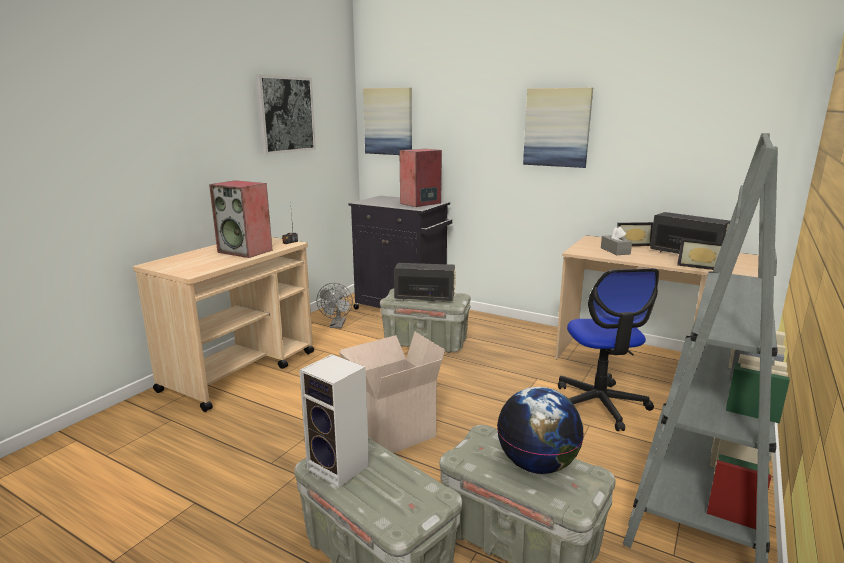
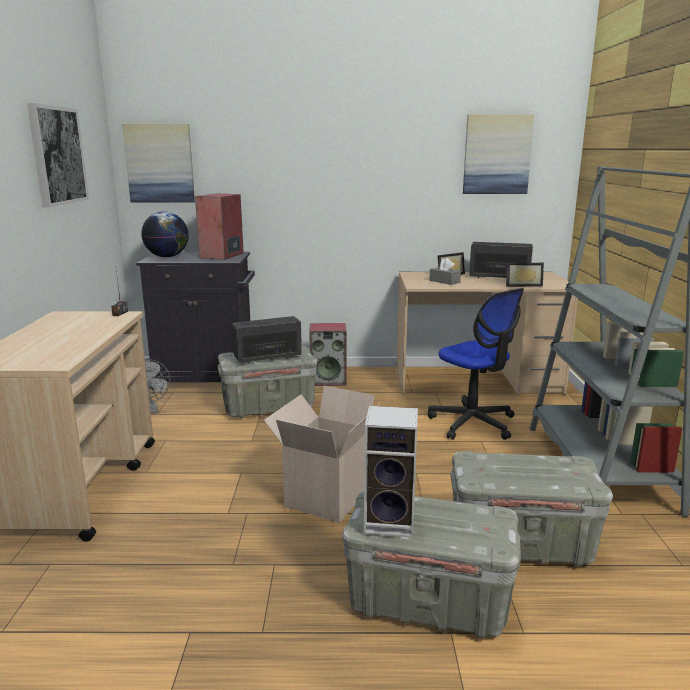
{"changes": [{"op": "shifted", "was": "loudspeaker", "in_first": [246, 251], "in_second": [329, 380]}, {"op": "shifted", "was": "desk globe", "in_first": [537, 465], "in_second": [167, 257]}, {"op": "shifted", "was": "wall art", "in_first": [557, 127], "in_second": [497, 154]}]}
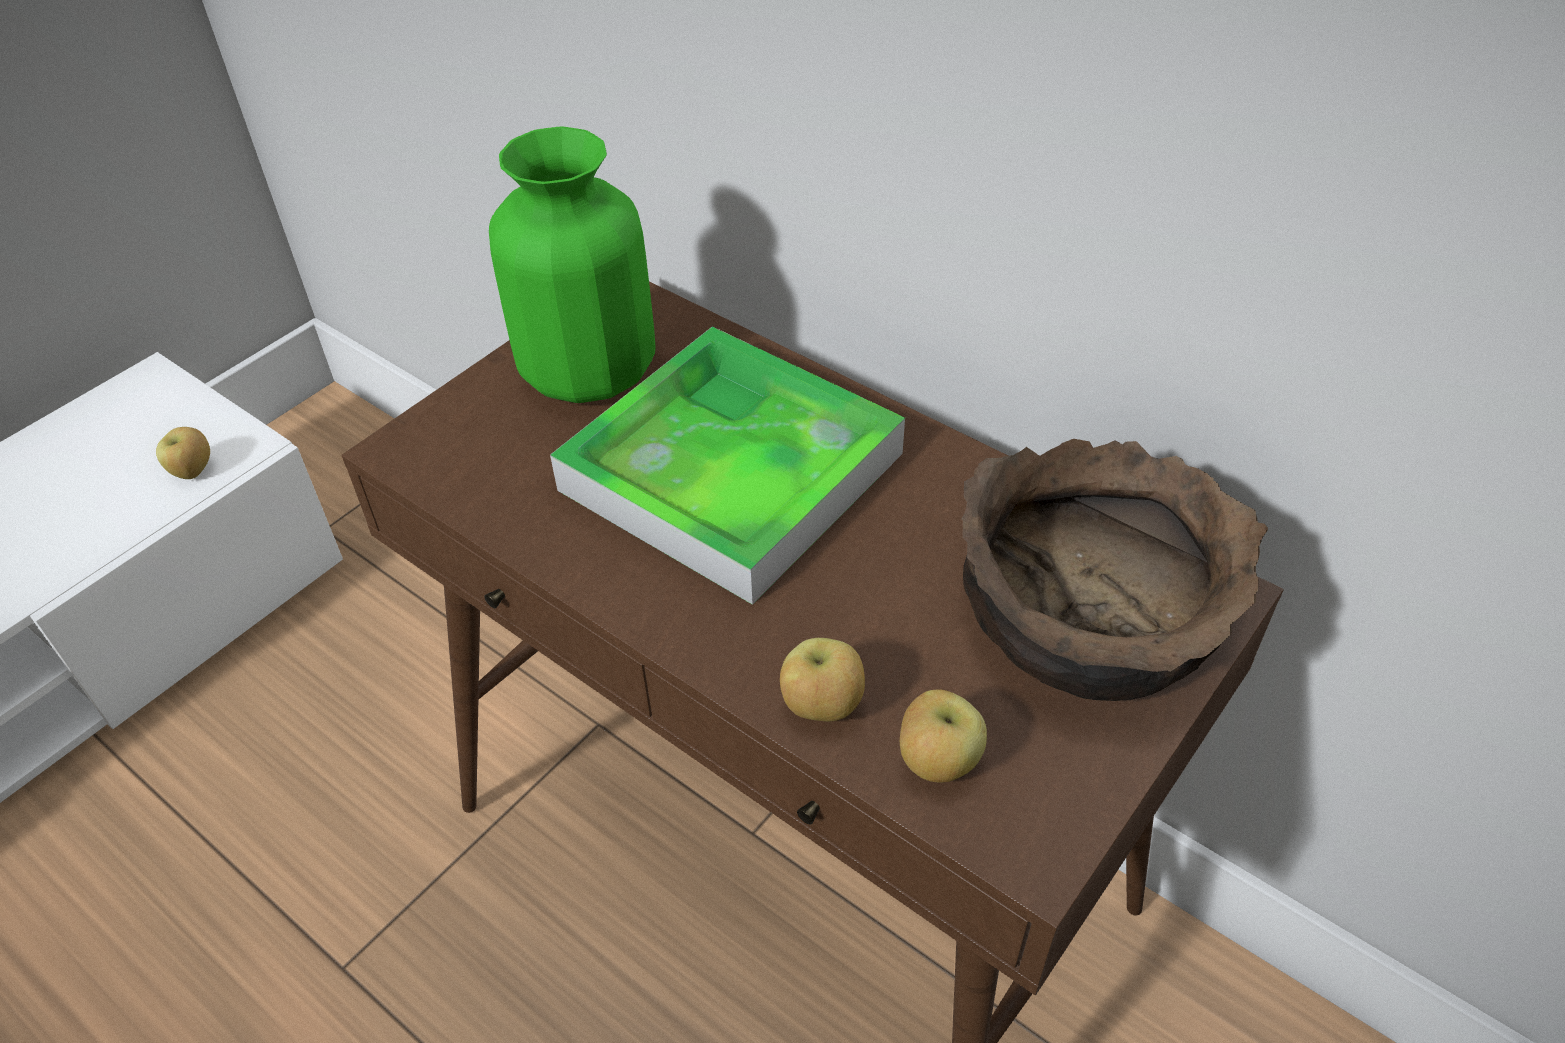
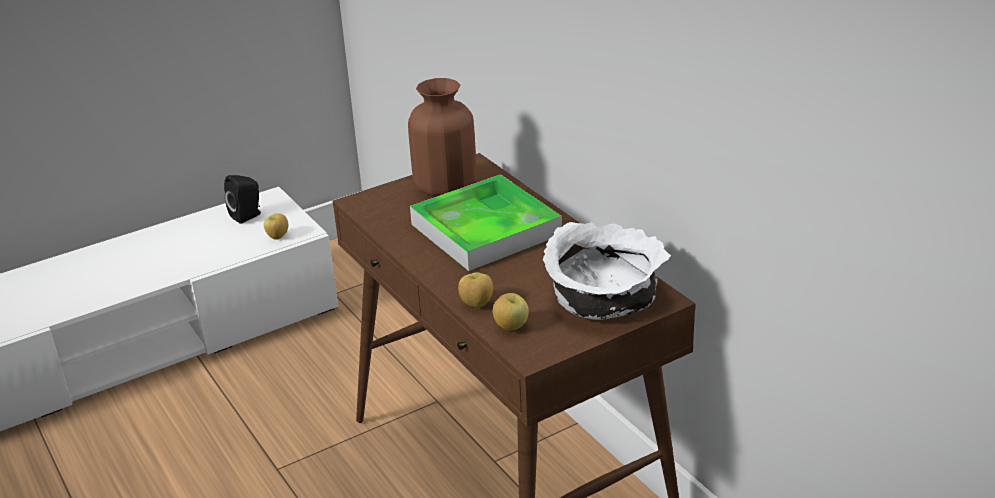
{"changes": [{"op": "repainted", "was": "flower vase/green-coloured", "now": "flower vase/brown-coloured", "in_first": [588, 371], "in_second": [445, 187]}, {"op": "repainted", "was": "deep dish/brown-coloured", "now": "deep dish/whitish", "in_first": [1091, 618], "in_second": [604, 298]}, {"op": "new", "now": "loudspeaker/black", "in_second": [248, 216]}]}
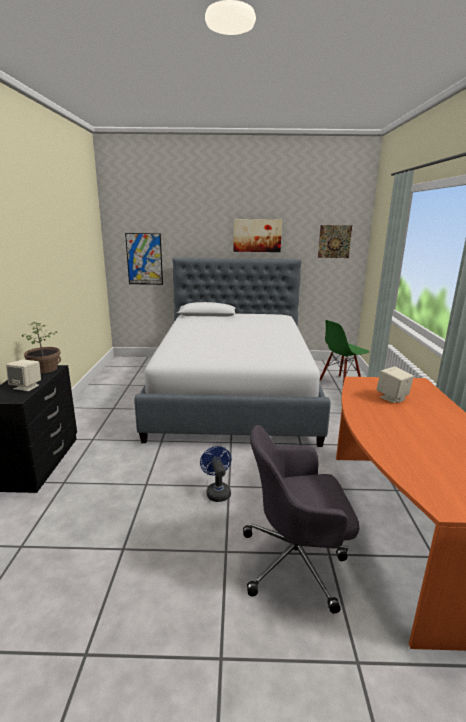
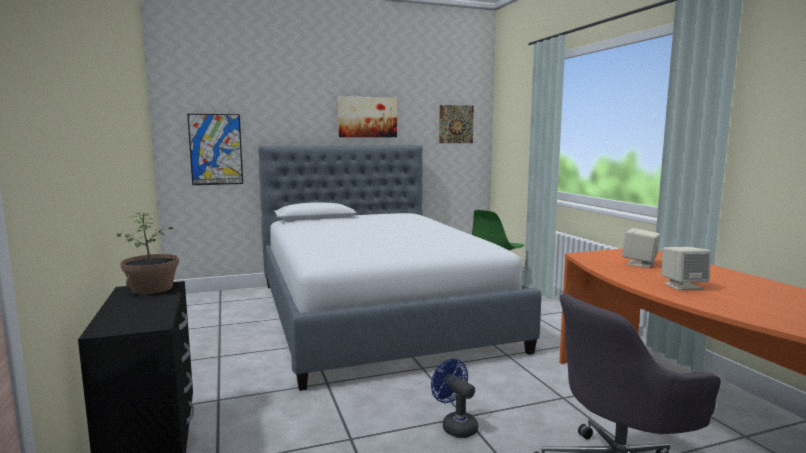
{"changes": [{"op": "shifted", "was": "loudspeaker/sand-coloured", "in_first": [27, 387], "in_second": [683, 286]}]}
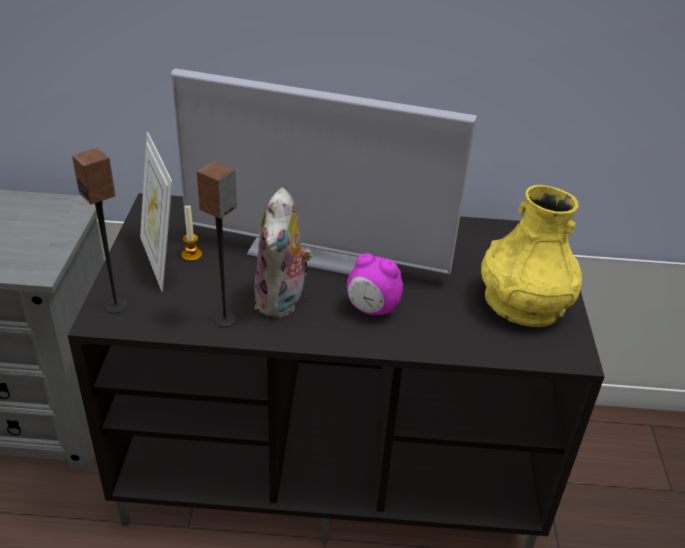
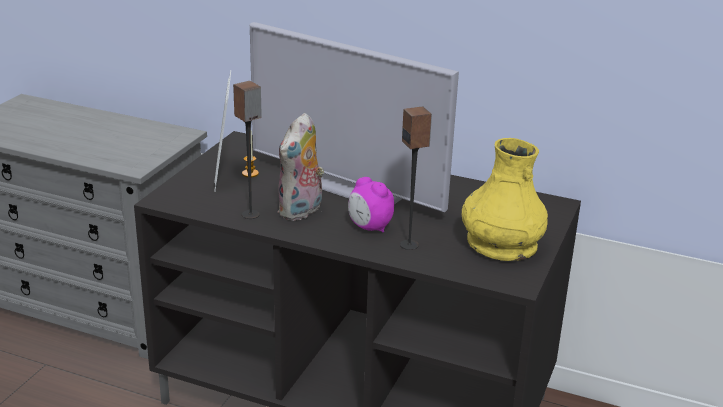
{"changes": [{"op": "shifted", "was": "loudspeaker", "in_first": [116, 306], "in_second": [409, 245]}]}
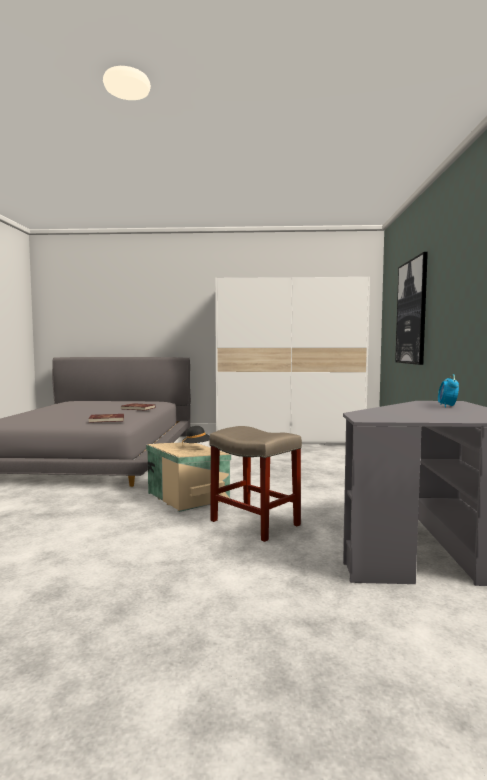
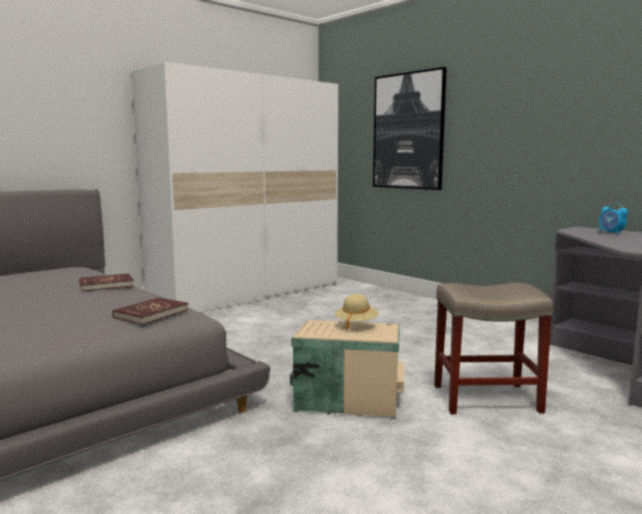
{"changes": [{"op": "repainted", "was": "hat/black", "now": "hat/sand-coloured", "in_first": [197, 446], "in_second": [356, 324]}]}
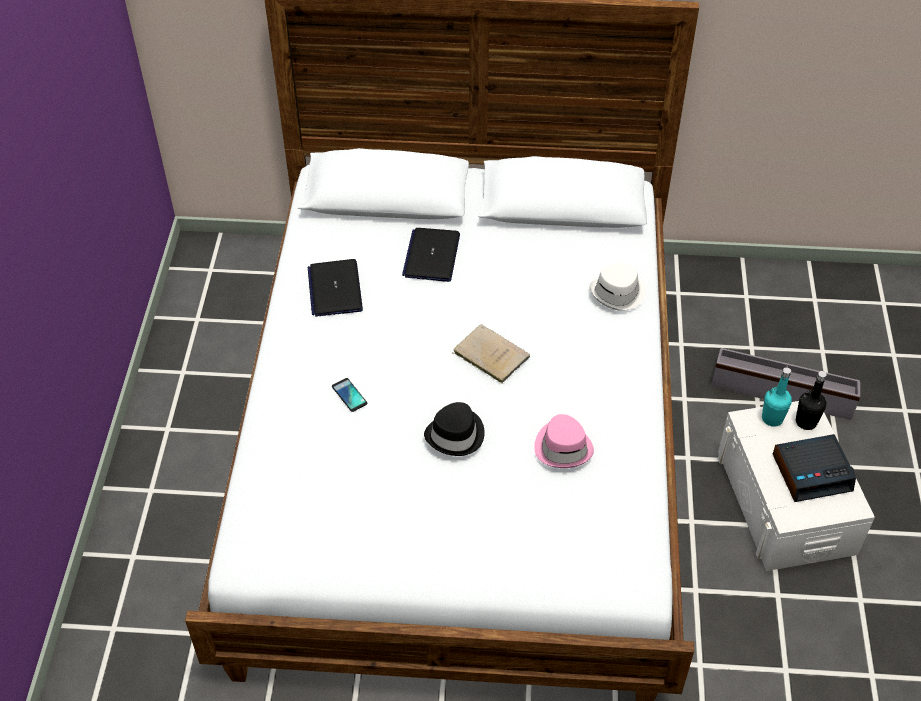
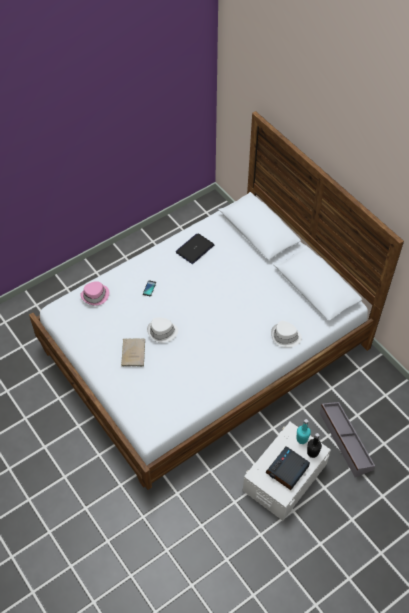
{"changes": [{"op": "gone", "was": "notebook computer", "in_first": [431, 255]}, {"op": "repainted", "was": "hat/black", "now": "hat/whitish", "in_first": [456, 435], "in_second": [162, 332]}, {"op": "shifted", "was": "volume/sand-coloured", "in_first": [489, 354], "in_second": [133, 352]}, {"op": "shifted", "was": "hat/pink", "in_first": [563, 447], "in_second": [95, 296]}, {"op": "rotated", "was": "table clock", "in_first": [812, 472], "in_second": [287, 470], "clockwise": 90}]}
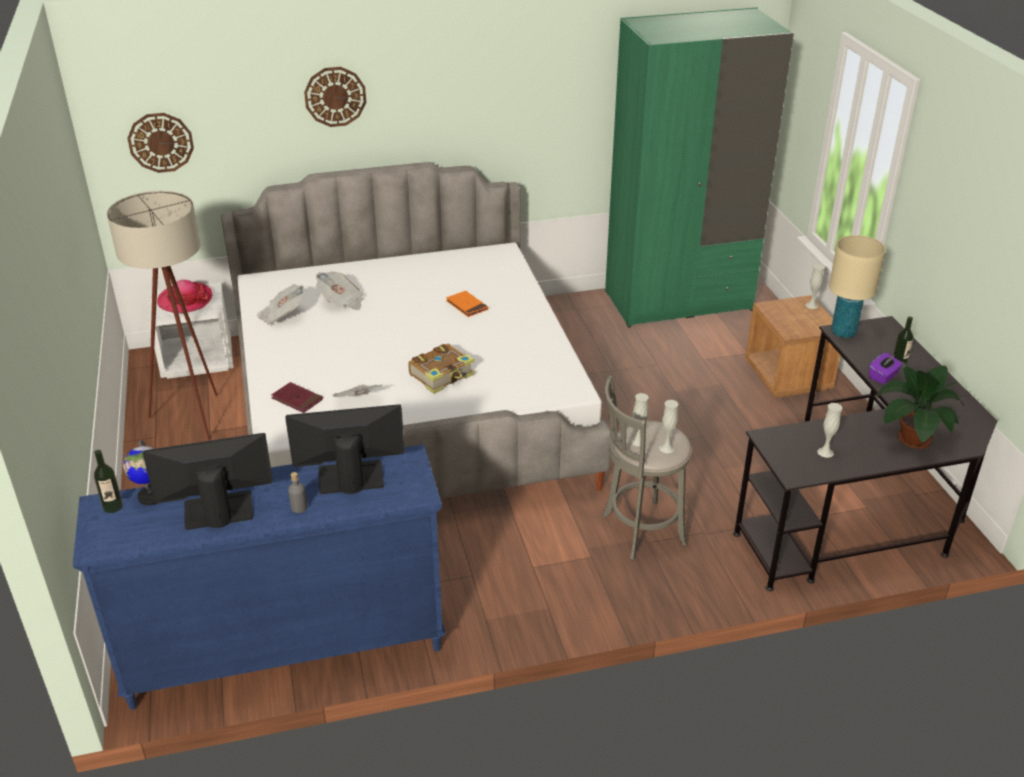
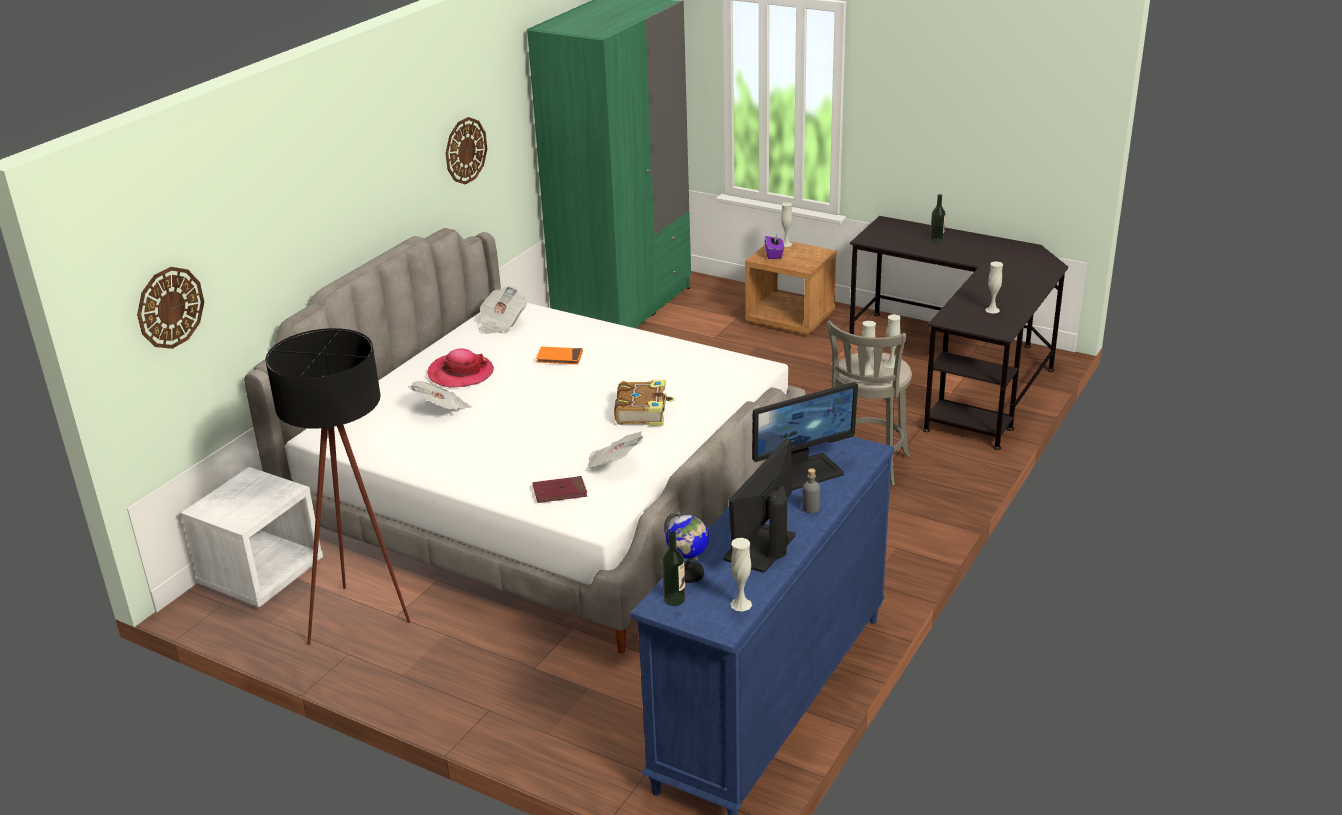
{"changes": [{"op": "repainted", "was": "floor lamp/sand-coloured", "now": "floor lamp/black", "in_first": [194, 422], "in_second": [365, 619]}, {"op": "shifted", "was": "hat", "in_first": [185, 300], "in_second": [460, 373]}, {"op": "shifted", "was": "printed paper", "in_first": [282, 315], "in_second": [501, 324]}, {"op": "rotated", "was": "computer display", "in_first": [350, 478], "in_second": [805, 471], "clockwise": -150}, {"op": "shifted", "was": "wall clock", "in_first": [335, 96], "in_second": [465, 150]}, {"op": "gone", "was": "table lamp/sand-coloured", "in_first": [843, 332]}, {"op": "shifted", "was": "box of tissues/purplish", "in_first": [883, 376], "in_second": [774, 254]}, {"op": "gone", "was": "houseplant", "in_first": [911, 439]}, {"op": "new", "now": "flower vase/whitish", "in_second": [741, 604]}]}
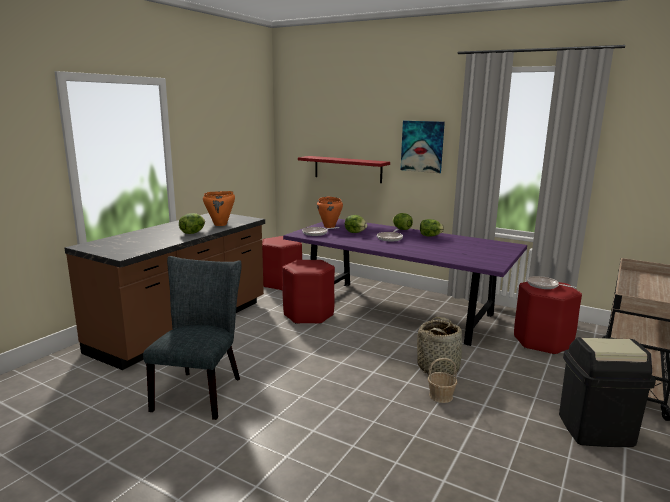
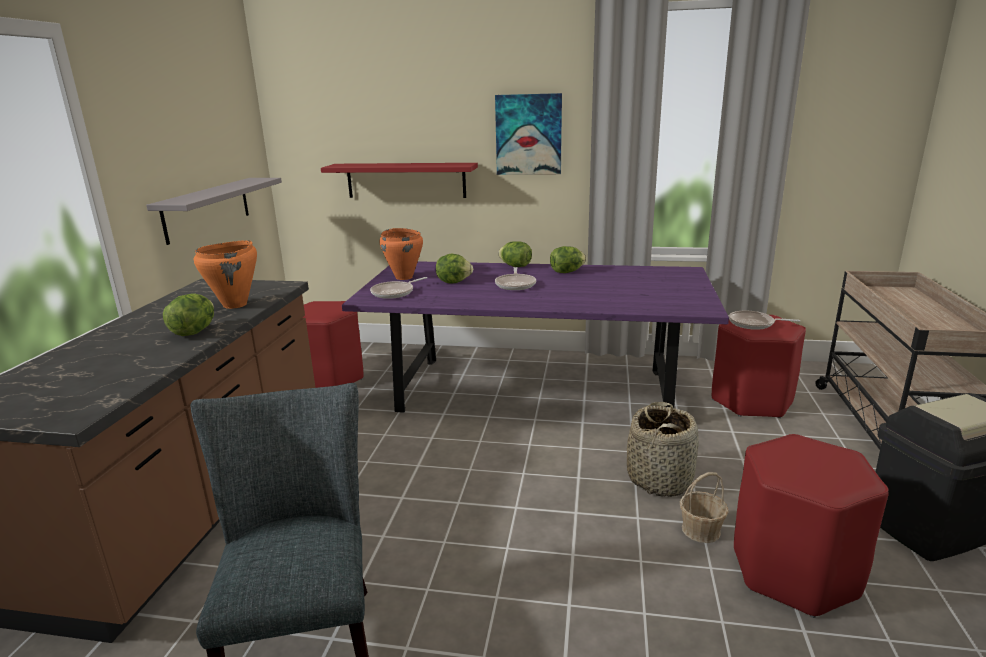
{"changes": [{"op": "shifted", "was": "stool/red", "in_first": [308, 315], "in_second": [793, 572]}, {"op": "new", "now": "wall shelf/grey", "in_second": [207, 209]}]}
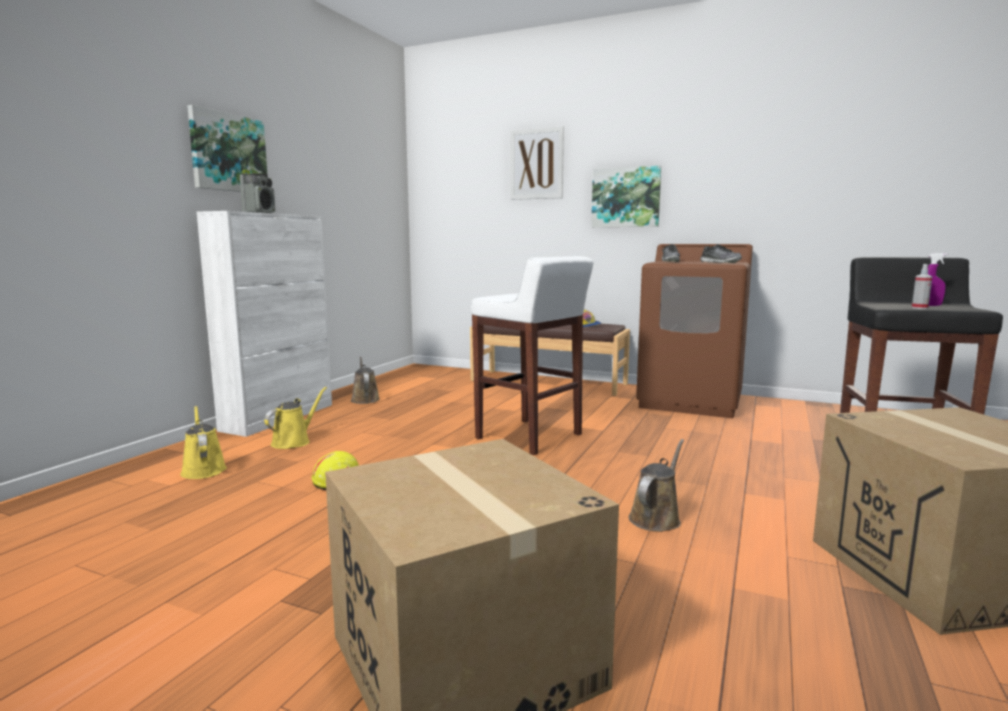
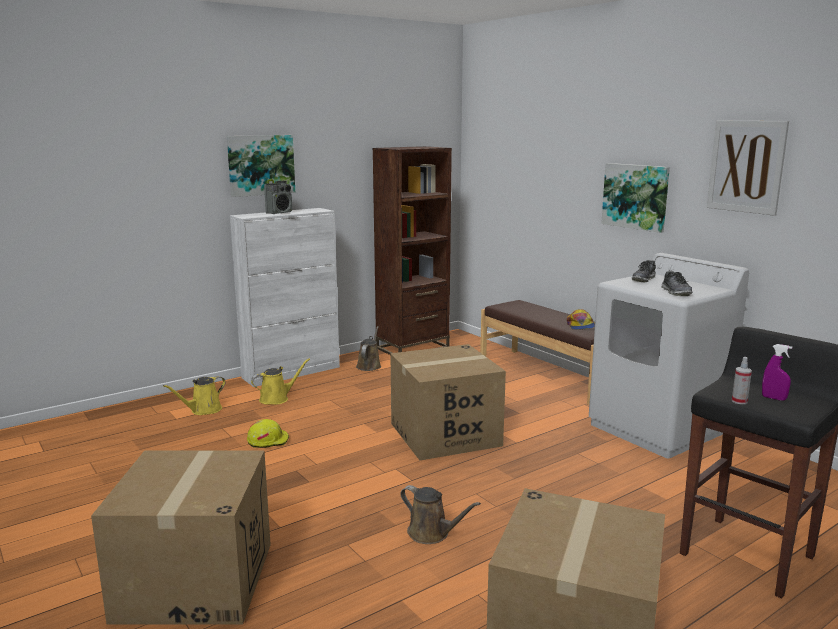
{"changes": [{"op": "rotated", "was": "sprinkling can/yellowish", "in_first": [203, 469], "in_second": [203, 410], "clockwise": -135}, {"op": "swapped", "was": "stool/whitish", "now": "carton", "in_first": [530, 437], "in_second": [445, 434]}, {"op": "shifted", "was": "wall art", "in_first": [536, 164], "in_second": [746, 166]}, {"op": "rotated", "was": "sprinkling can/brown-coloured", "in_first": [656, 518], "in_second": [432, 533], "clockwise": 60}, {"op": "repainted", "was": "laundry appliance/brown-coloured", "now": "laundry appliance/whitish", "in_first": [691, 401], "in_second": [657, 428]}, {"op": "new", "now": "bookcase/brown-coloured", "in_second": [412, 348]}]}
